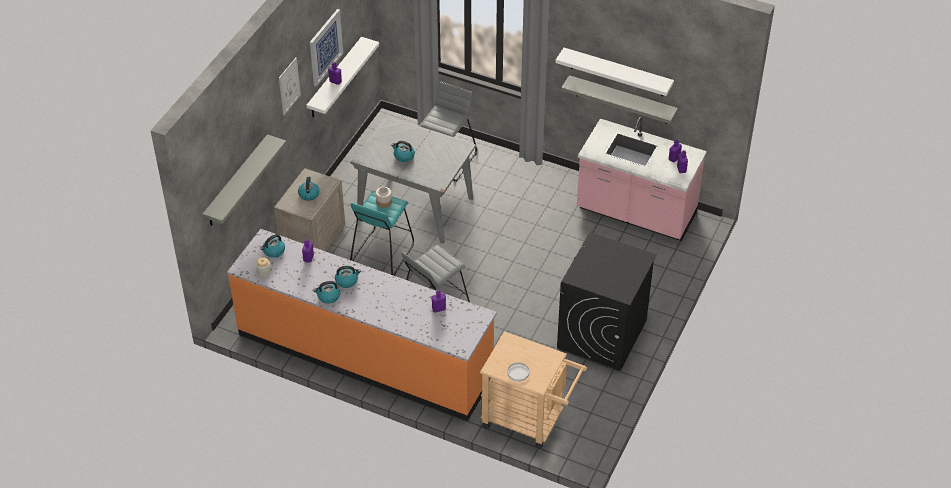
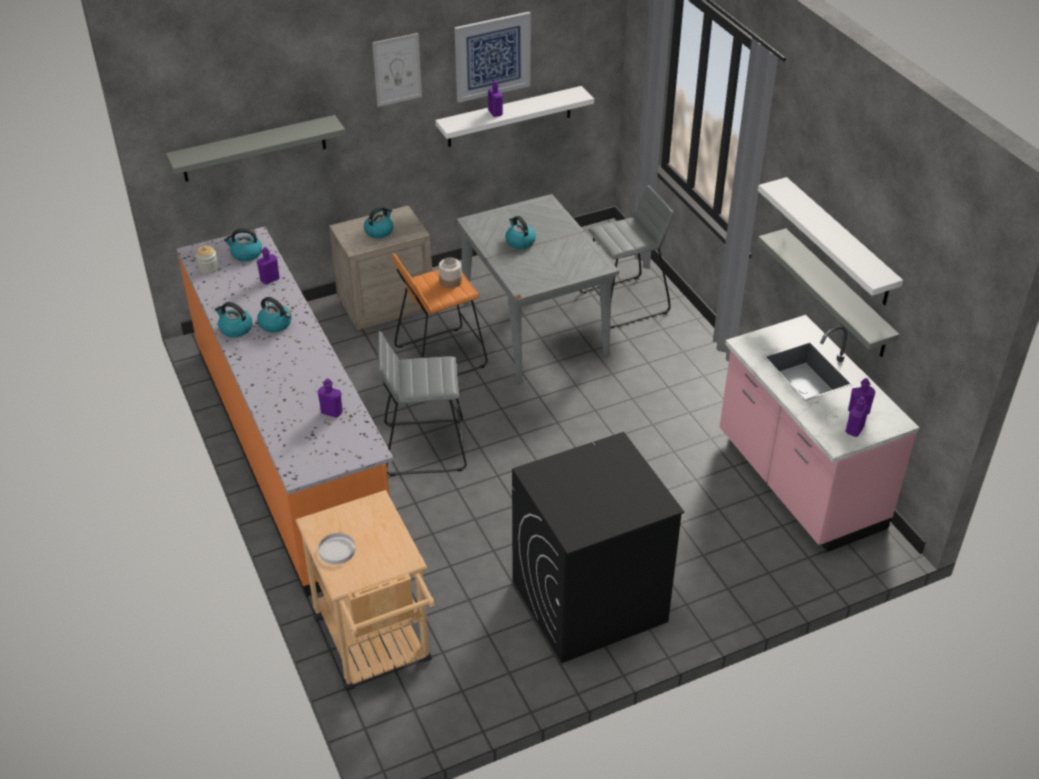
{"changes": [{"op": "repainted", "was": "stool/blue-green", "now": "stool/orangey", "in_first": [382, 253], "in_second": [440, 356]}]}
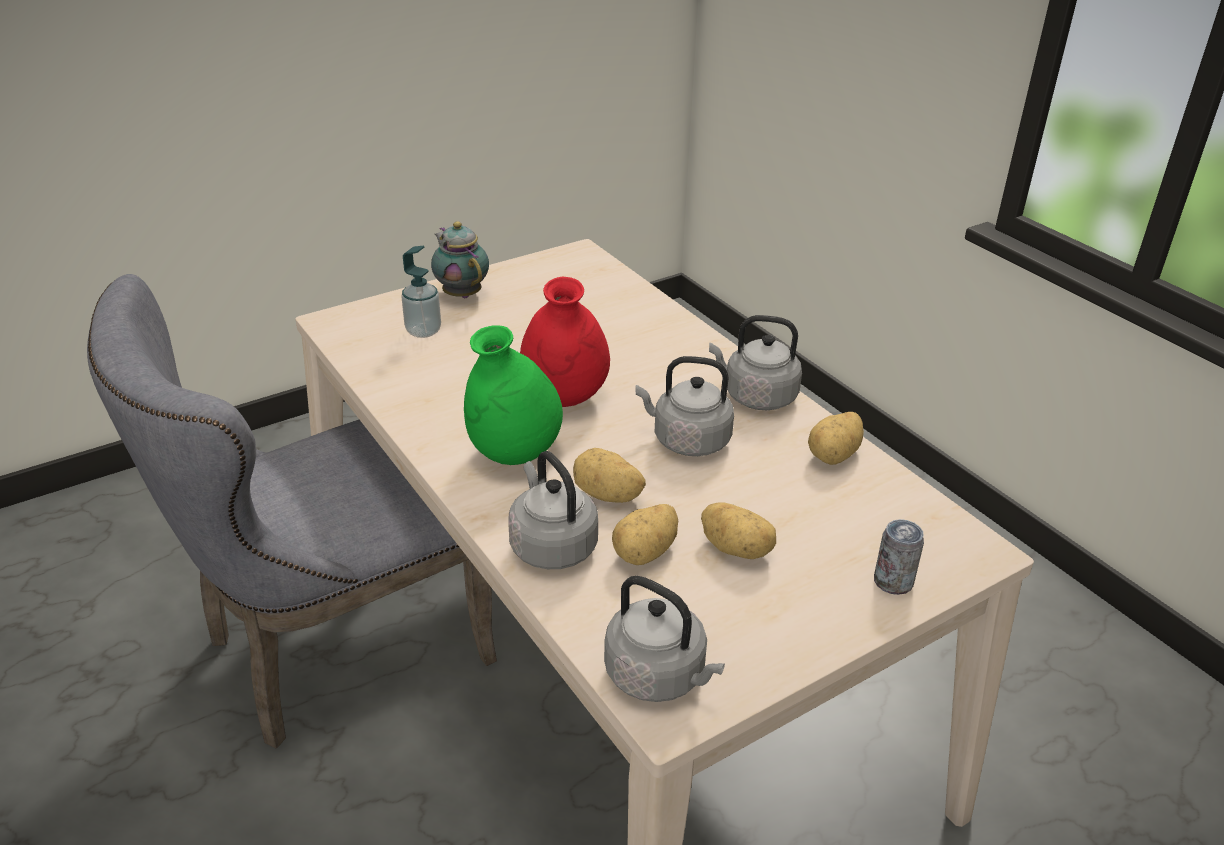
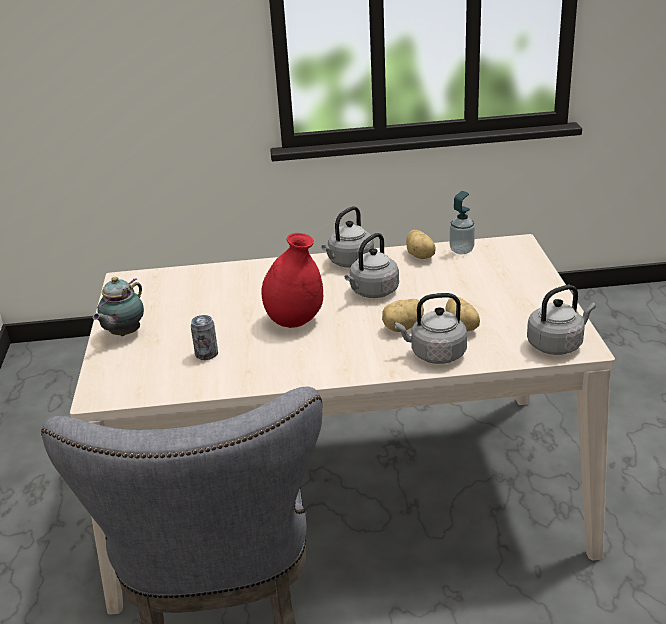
{"changes": [{"op": "shifted", "was": "soap bottle", "in_first": [423, 331], "in_second": [461, 250]}, {"op": "rotated", "was": "tea pot", "in_first": [461, 293], "in_second": [123, 334], "clockwise": -60}, {"op": "gone", "was": "flower vase/green-coloured", "in_first": [514, 455]}, {"op": "gone", "was": "potato", "in_first": [737, 549]}, {"op": "shifted", "was": "sealed can", "in_first": [893, 582], "in_second": [206, 354]}]}
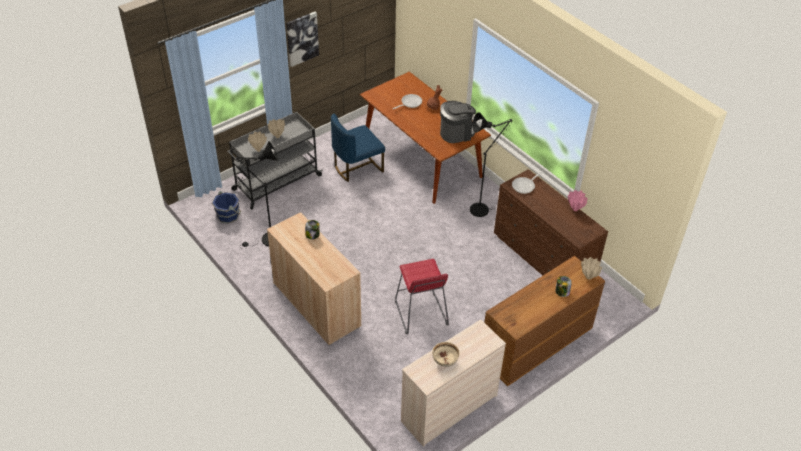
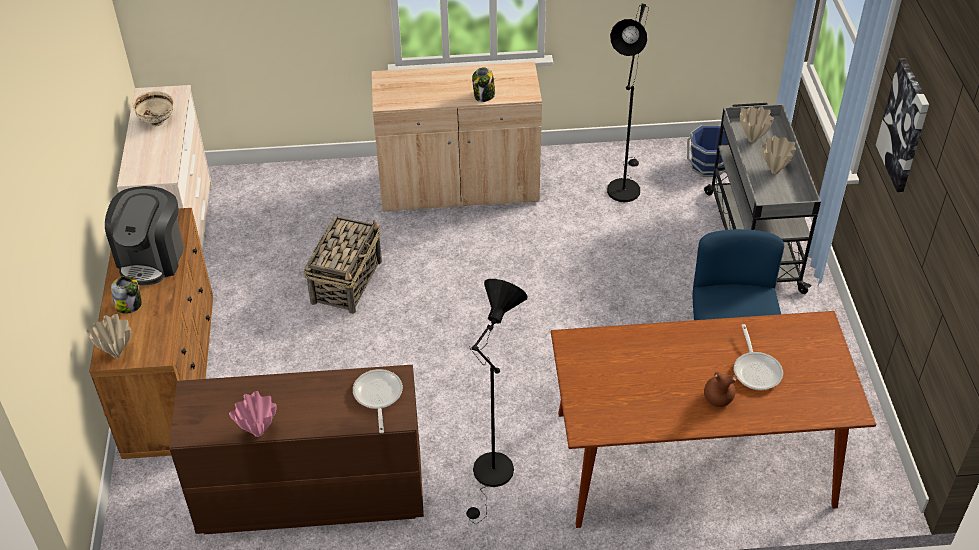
{"changes": [{"op": "swapped", "was": "stool/red", "now": "storage basket", "in_first": [421, 313], "in_second": [347, 281]}, {"op": "shifted", "was": "coffee brewer", "in_first": [456, 133], "in_second": [152, 258]}]}
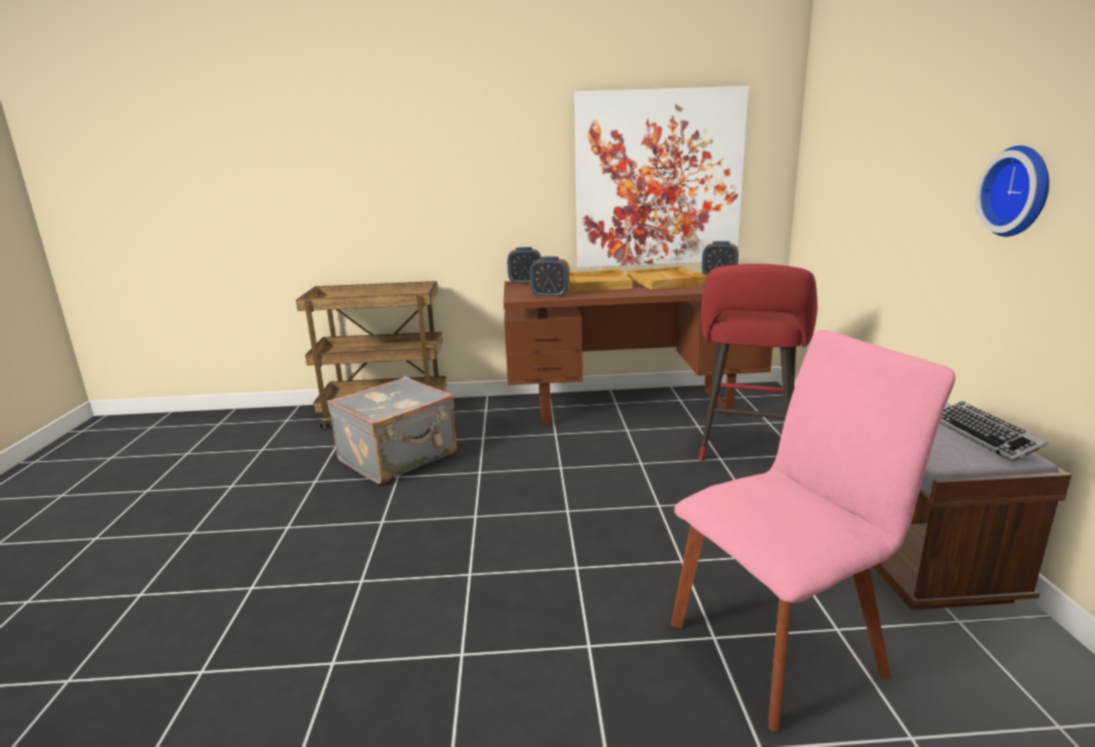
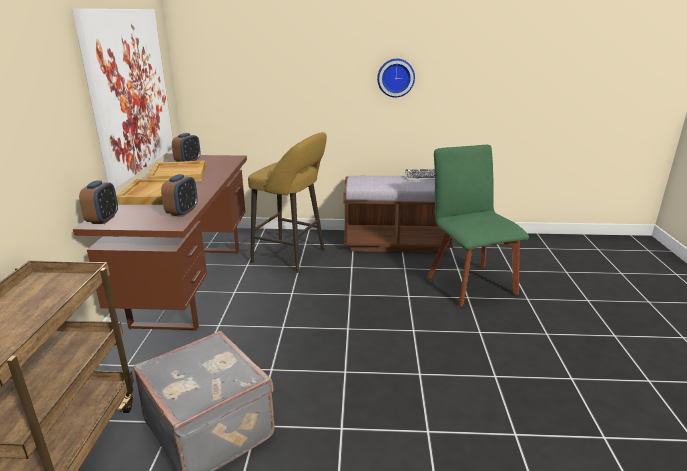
{"changes": [{"op": "repainted", "was": "chair/pink", "now": "chair/green-coloured", "in_first": [782, 643], "in_second": [469, 282]}, {"op": "repainted", "was": "stool/red", "now": "stool/yellowish", "in_first": [746, 450], "in_second": [292, 256]}]}
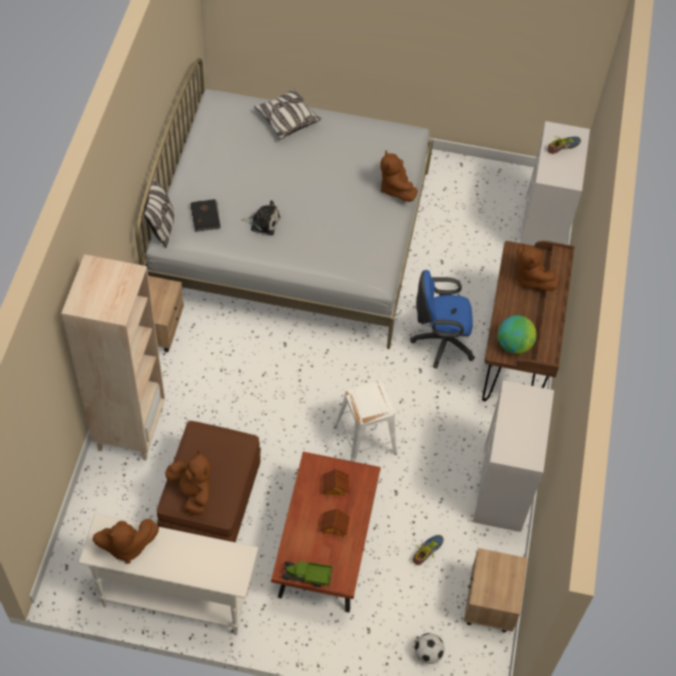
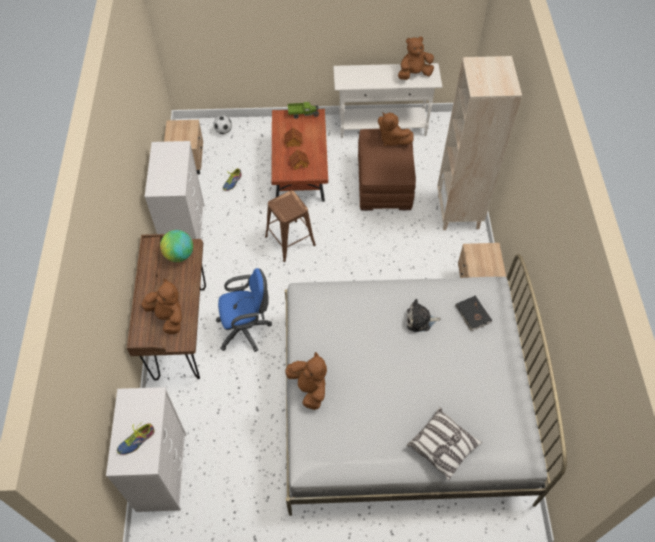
{"changes": [{"op": "gone", "was": "pillow", "in_first": [162, 227]}, {"op": "repainted", "was": "stool/whitish", "now": "stool/brown-coloured", "in_first": [366, 440], "in_second": [289, 241]}]}
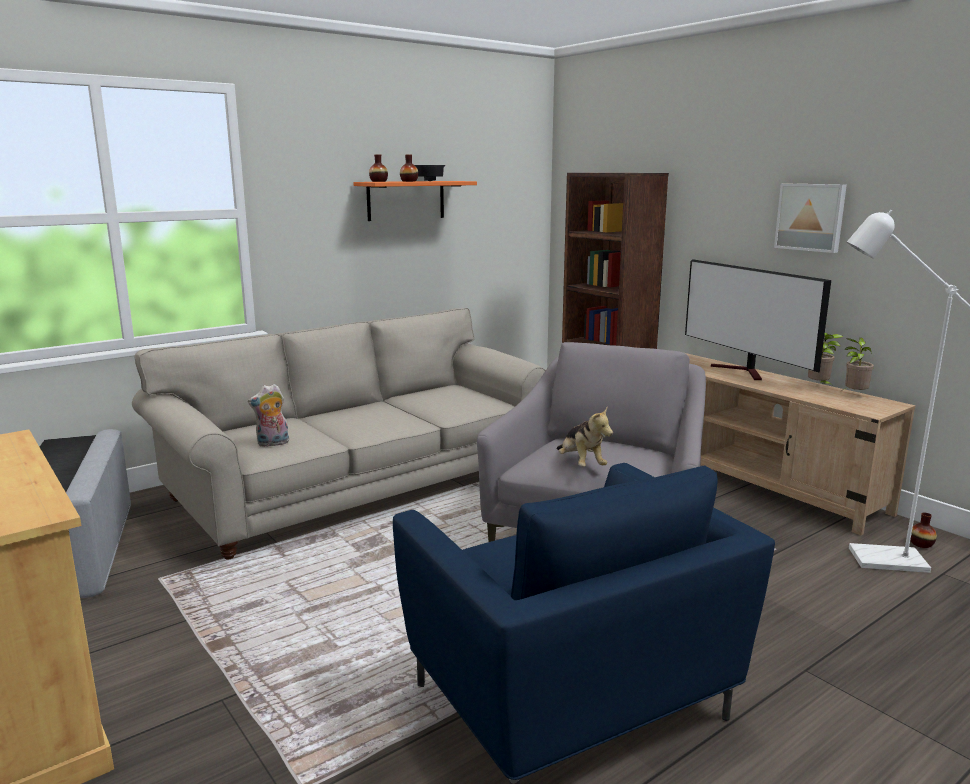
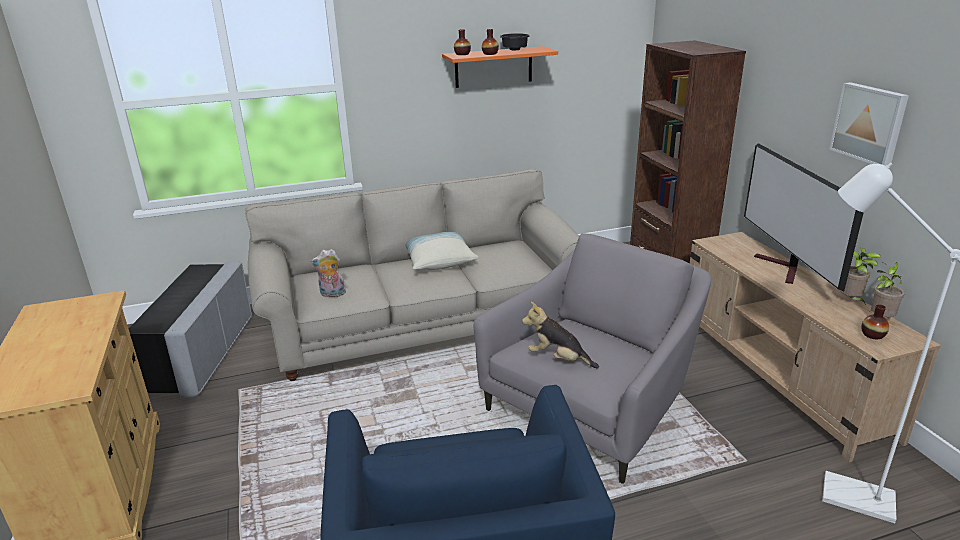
{"changes": [{"op": "rotated", "was": "plush toy", "in_first": [581, 464], "in_second": [558, 359], "clockwise": 120}, {"op": "shifted", "was": "flower vase", "in_first": [921, 544], "in_second": [872, 335]}, {"op": "new", "now": "pillow", "in_second": [438, 261]}]}
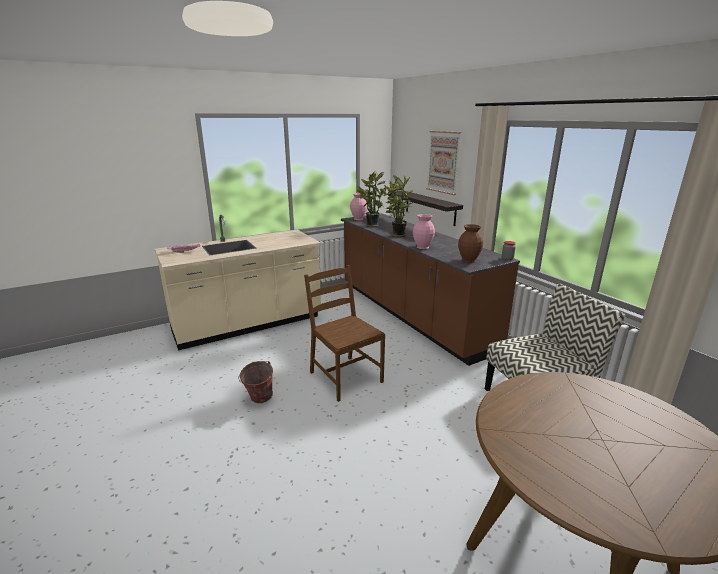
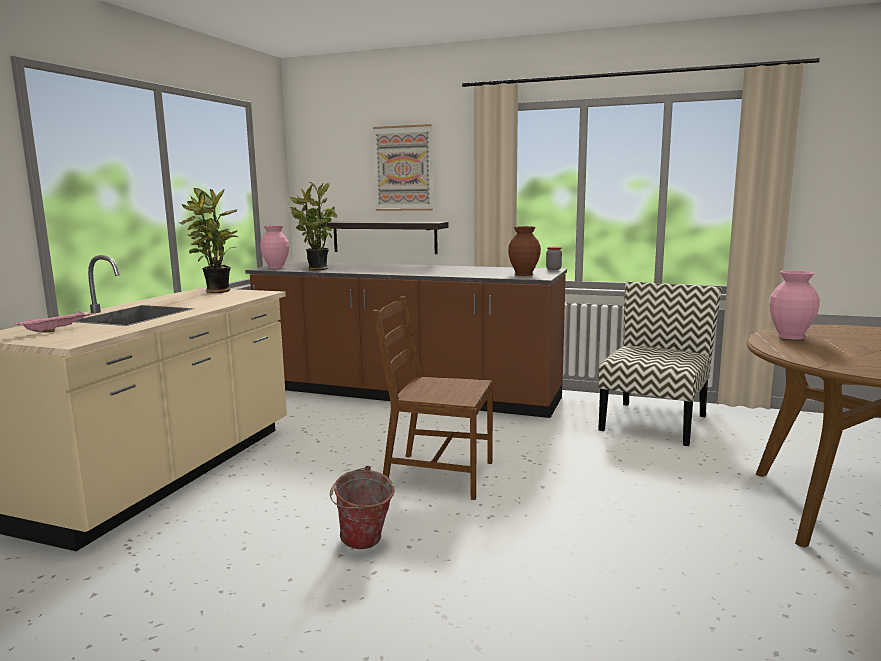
{"changes": [{"op": "shifted", "was": "houseplant", "in_first": [397, 235], "in_second": [217, 291]}, {"op": "shifted", "was": "flower vase/pink", "in_first": [423, 247], "in_second": [790, 336]}]}
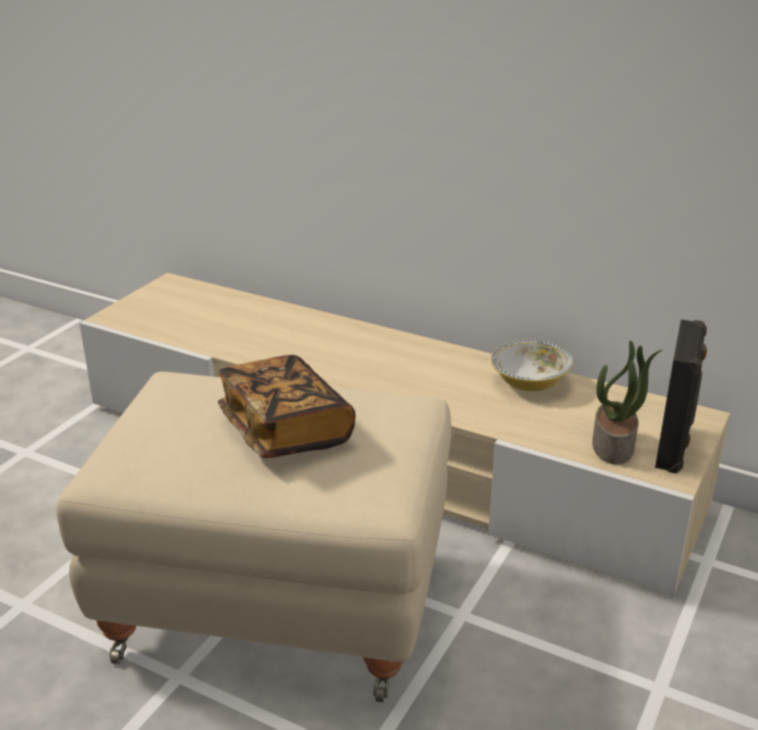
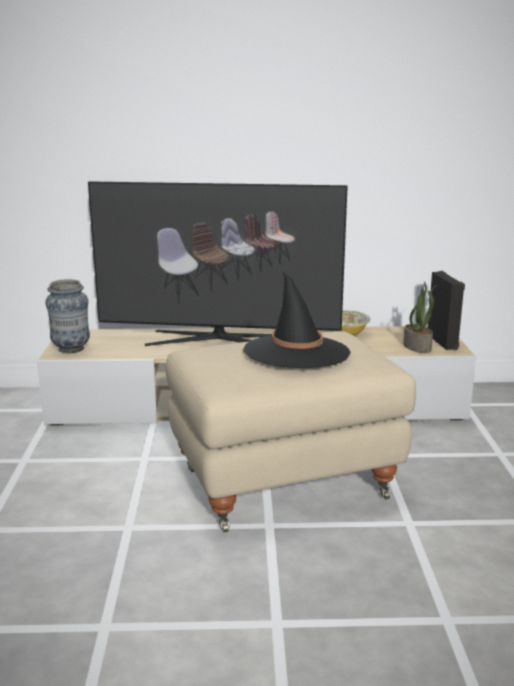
{"changes": [{"op": "swapped", "was": "volume", "now": "hat/black", "in_first": [285, 430], "in_second": [296, 352]}, {"op": "new", "now": "flower vase", "in_second": [71, 349]}, {"op": "new", "now": "TV set", "in_second": [218, 340]}]}
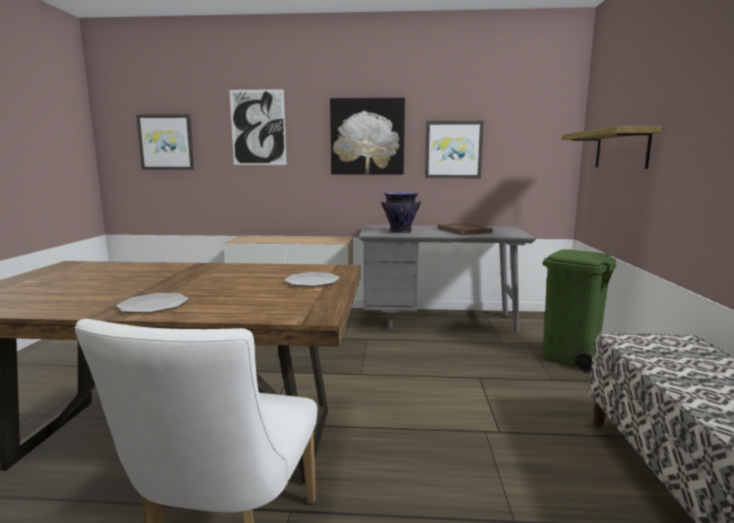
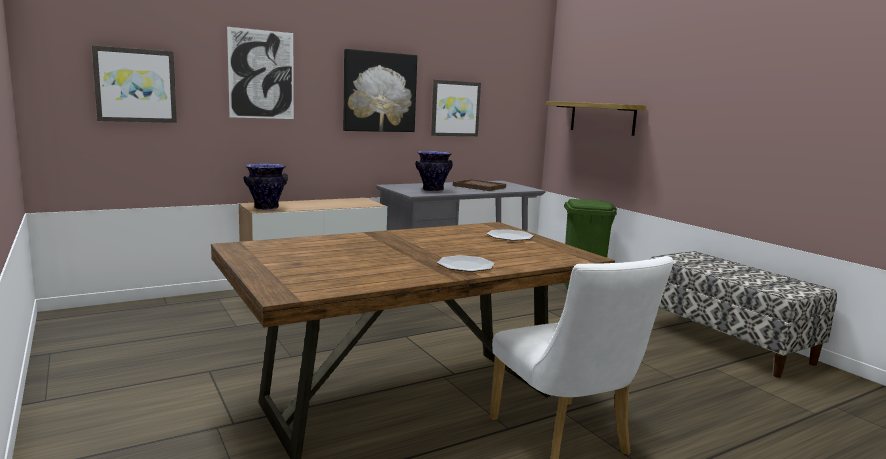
{"changes": [{"op": "new", "now": "flower vase", "in_second": [266, 208]}]}
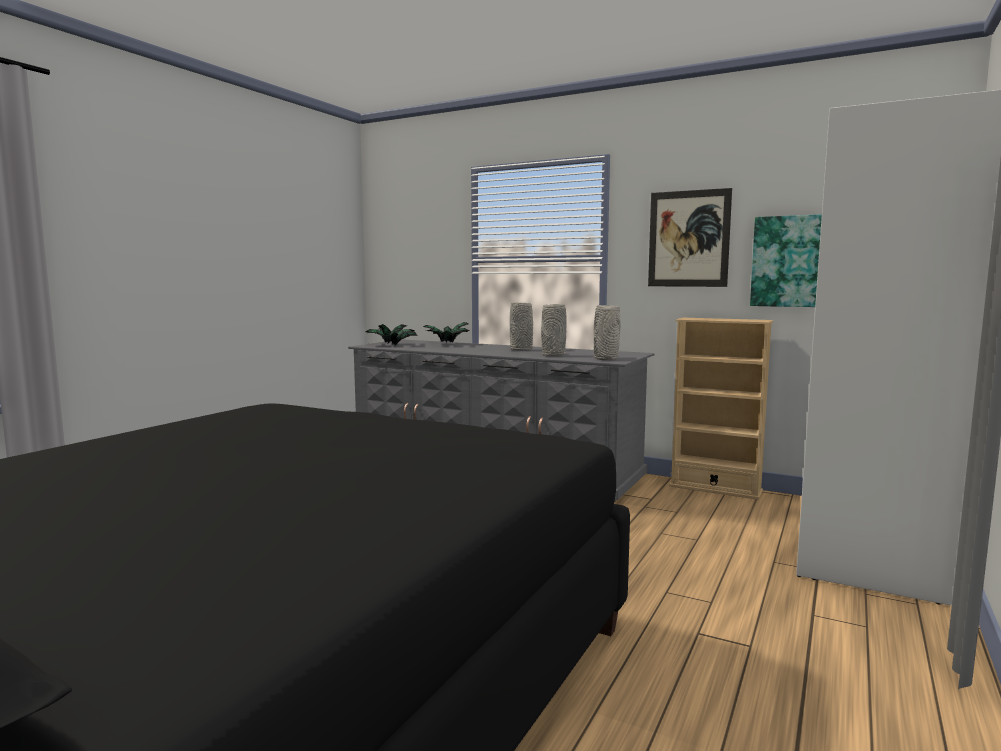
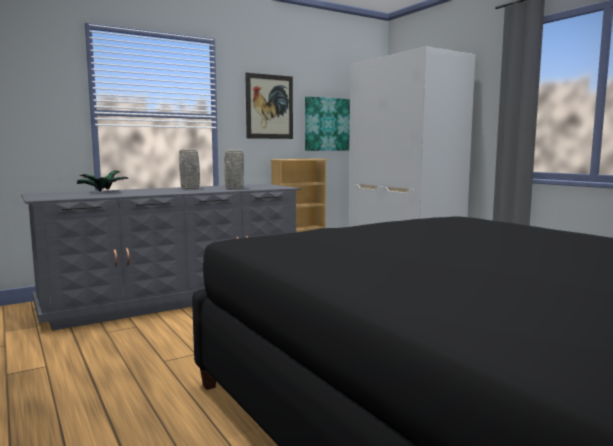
{"changes": [{"op": "gone", "was": "houseplant", "in_first": [390, 345]}, {"op": "gone", "was": "flower vase/grey", "in_first": [605, 359]}]}
